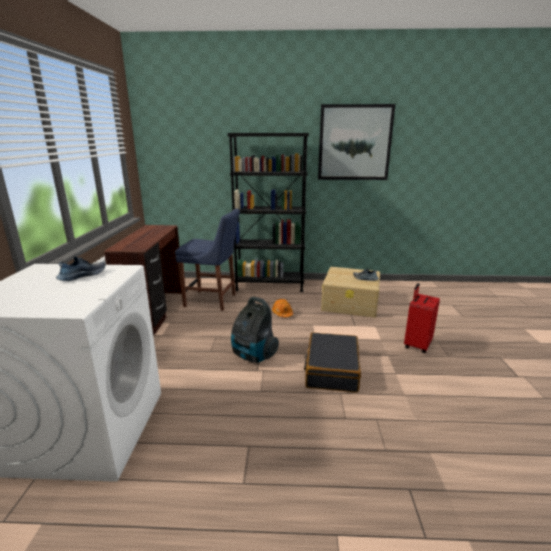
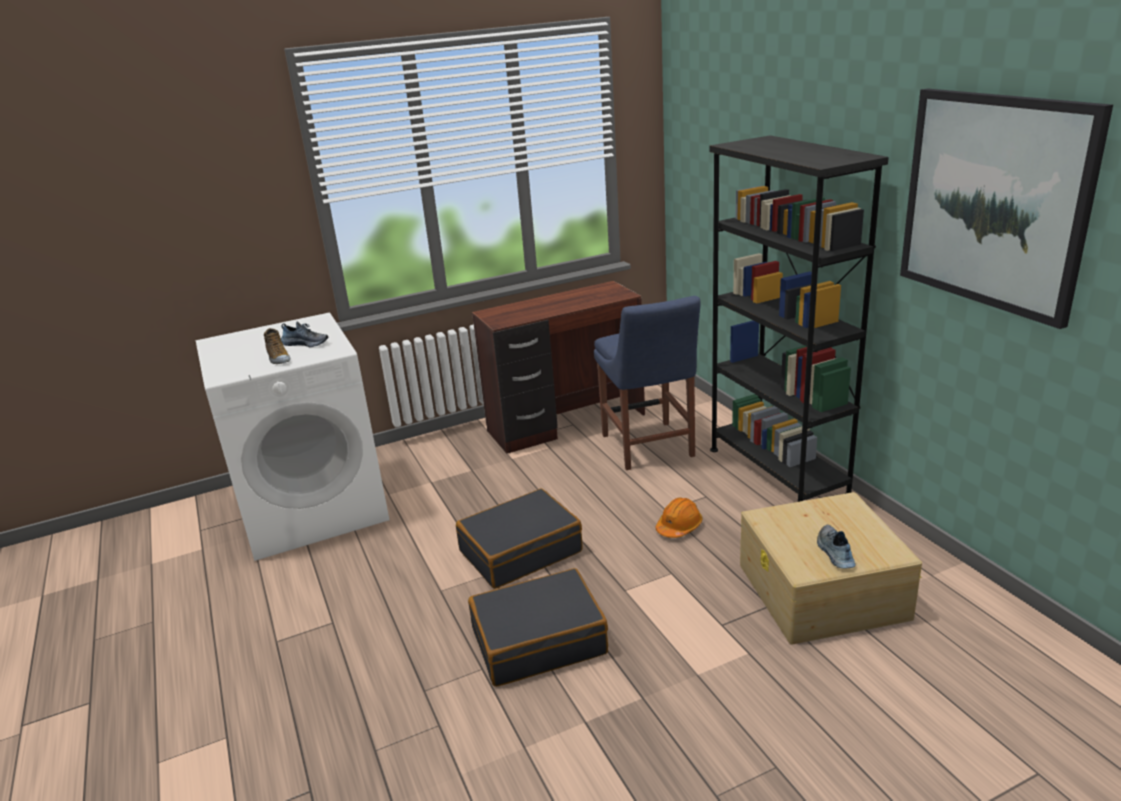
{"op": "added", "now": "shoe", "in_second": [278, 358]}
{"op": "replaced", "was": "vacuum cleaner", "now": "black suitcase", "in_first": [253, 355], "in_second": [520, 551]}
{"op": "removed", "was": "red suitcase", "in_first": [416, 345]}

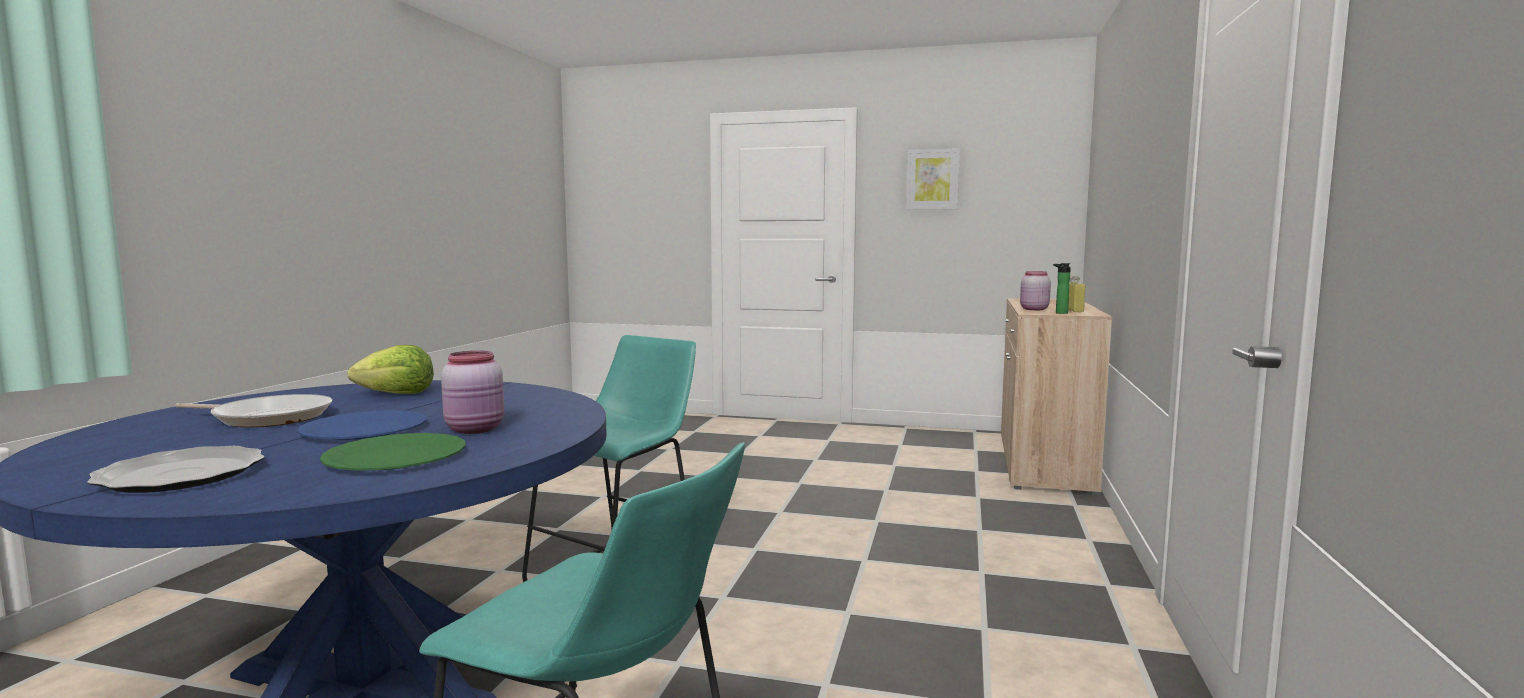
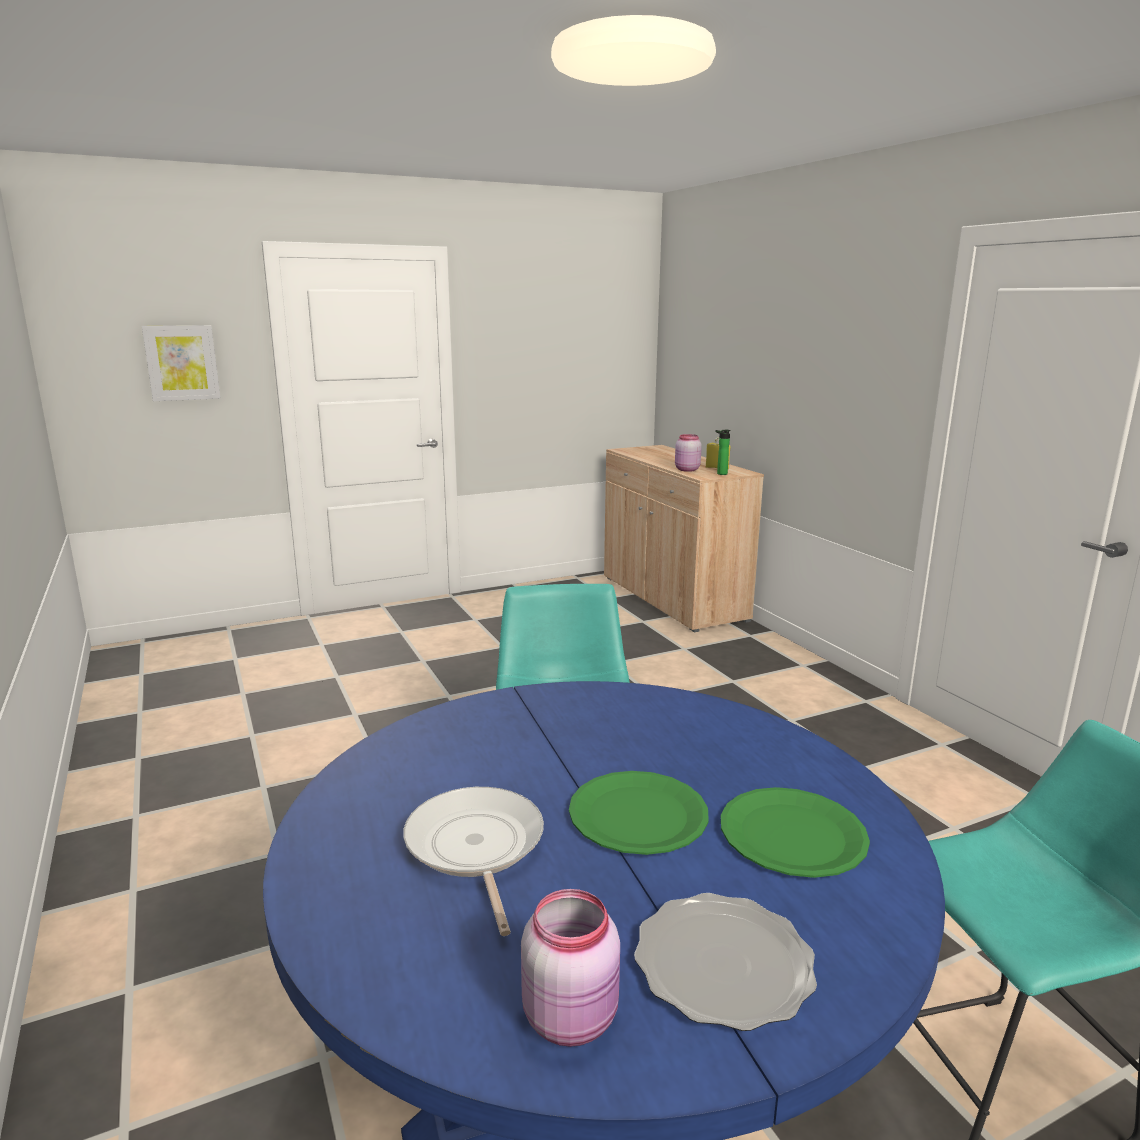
{"op": "moved", "was": "picture", "in_first": [932, 179], "in_second": [182, 363]}
{"op": "turned", "was": "frying pan", "in_first": [268, 418], "in_second": [475, 848], "clockwise": -75}
{"op": "moved", "was": "pink jar", "in_first": [476, 429], "in_second": [573, 1017]}
{"op": "recoloured", "was": "blue plate", "now": "green plate", "in_first": [364, 429], "in_second": [637, 815]}
{"op": "removed", "was": "lettuce", "in_first": [397, 394]}

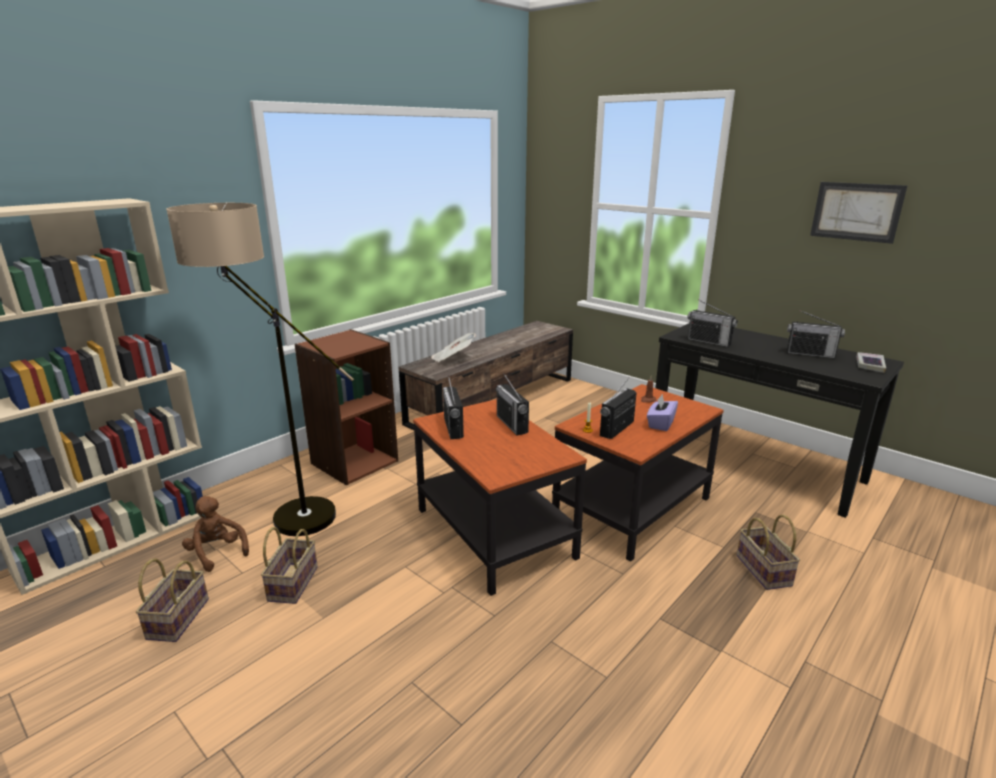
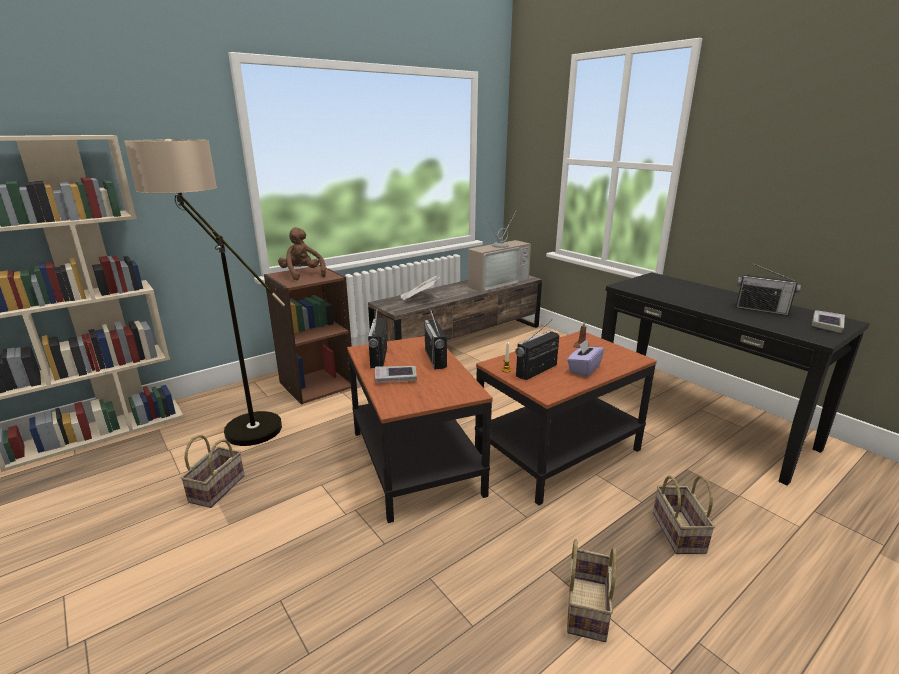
{"op": "moved", "was": "brown plush toy", "in_first": [217, 552], "in_second": [302, 275]}
{"op": "added", "now": "book", "in_second": [395, 378]}
{"op": "added", "now": "television", "in_second": [496, 283]}
{"op": "moved", "was": "basket", "in_first": [178, 617], "in_second": [585, 606]}
{"op": "removed", "was": "radio", "in_first": [709, 342]}
{"op": "removed", "was": "picture", "in_first": [856, 211]}

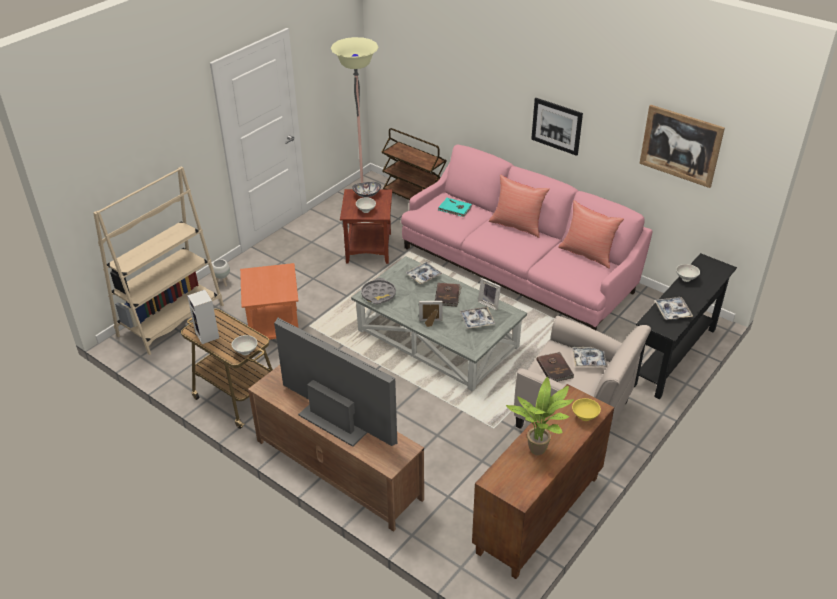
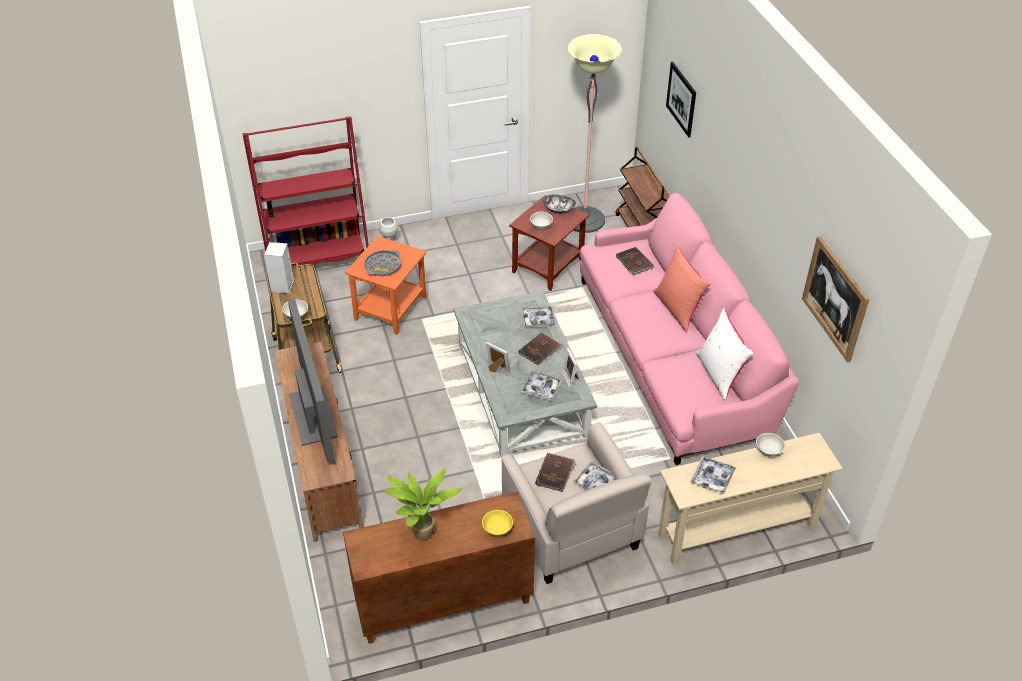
{"op": "recoloured", "was": "beige bookcase", "now": "red bookcase", "in_first": [171, 320], "in_second": [318, 258]}
{"op": "moved", "was": "grey tray", "in_first": [378, 294], "in_second": [383, 266]}
{"op": "recoloured", "was": "turquoise book", "now": "brown book", "in_first": [455, 209], "in_second": [634, 263]}
{"op": "recoloured", "was": "black console table", "now": "beige console table", "in_first": [674, 356], "in_second": [737, 531]}
{"op": "moved", "was": "picture", "in_first": [556, 126], "in_second": [681, 99]}
{"op": "recoloured", "was": "red pillow", "now": "white pillow", "in_first": [587, 254], "in_second": [719, 374]}

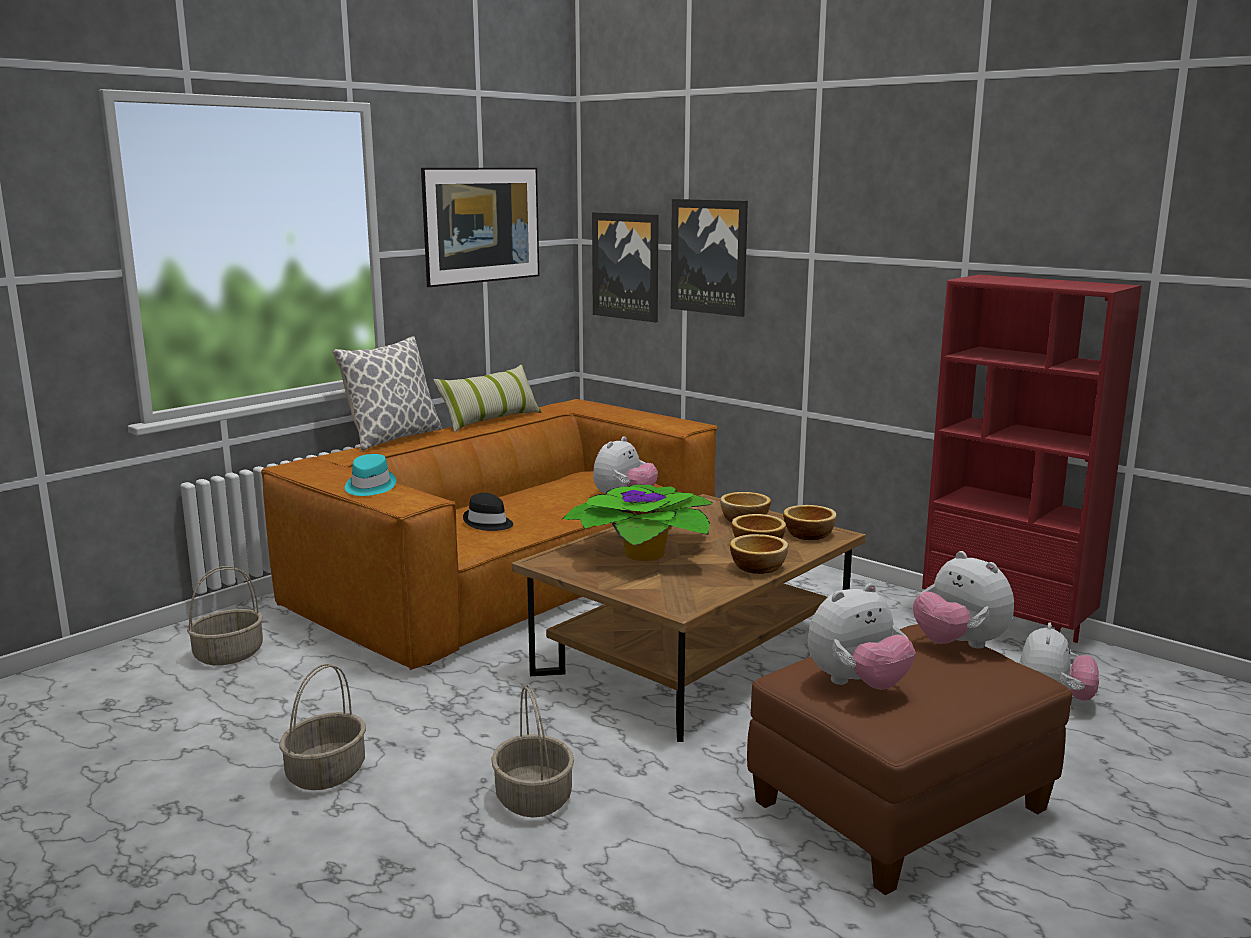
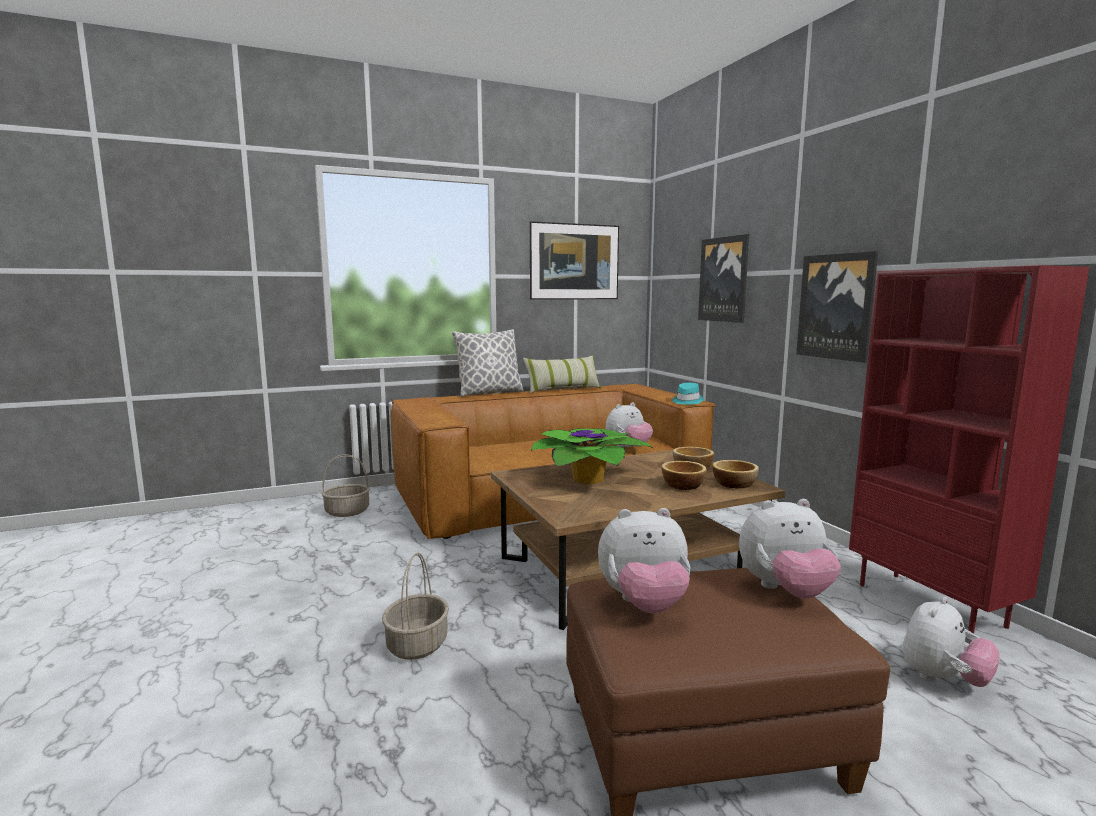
{"op": "moved", "was": "turquoise hat", "in_first": [369, 487], "in_second": [686, 401]}
{"op": "turned", "was": "plush toy", "in_first": [959, 645], "in_second": [785, 591], "clockwise": -90}
{"op": "moved", "was": "picture", "in_first": [626, 266], "in_second": [836, 306]}
{"op": "removed", "was": "basket", "in_first": [326, 772]}
{"op": "removed", "was": "black hat", "in_first": [488, 523]}
{"op": "removed", "was": "bowl", "in_first": [758, 567]}

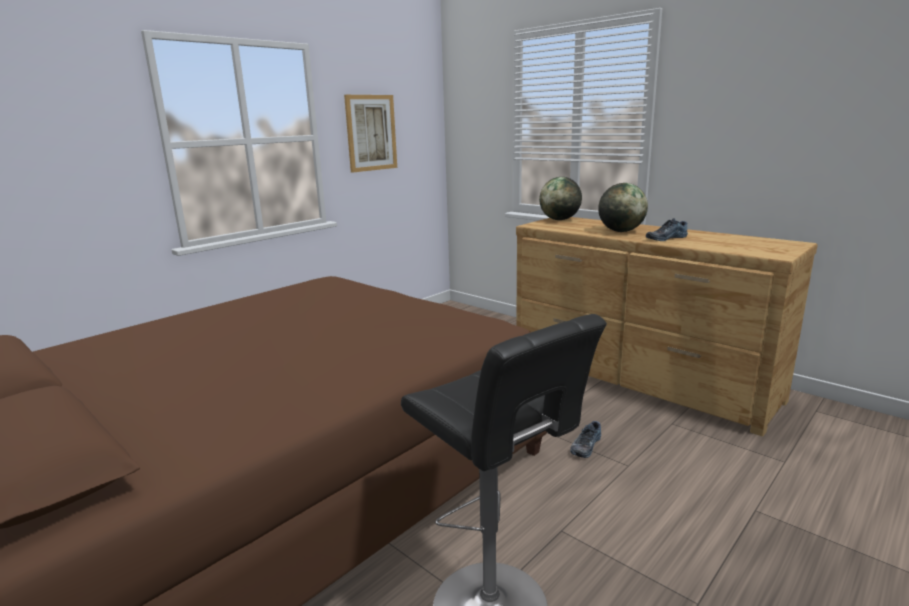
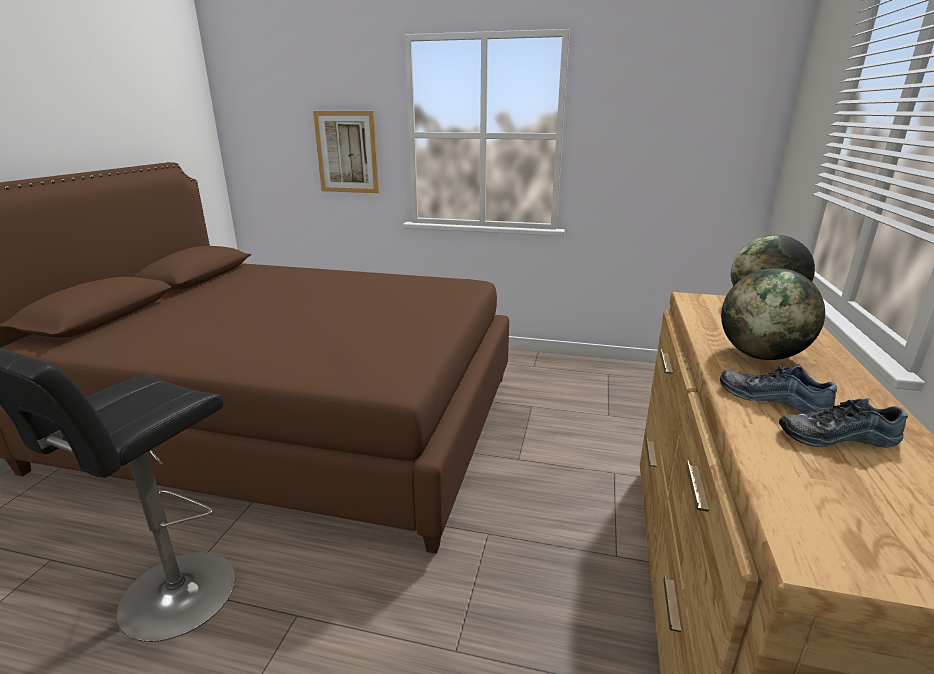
{"op": "moved", "was": "picture", "in_first": [371, 133], "in_second": [347, 152]}
{"op": "moved", "was": "shoe", "in_first": [585, 446], "in_second": [835, 435]}

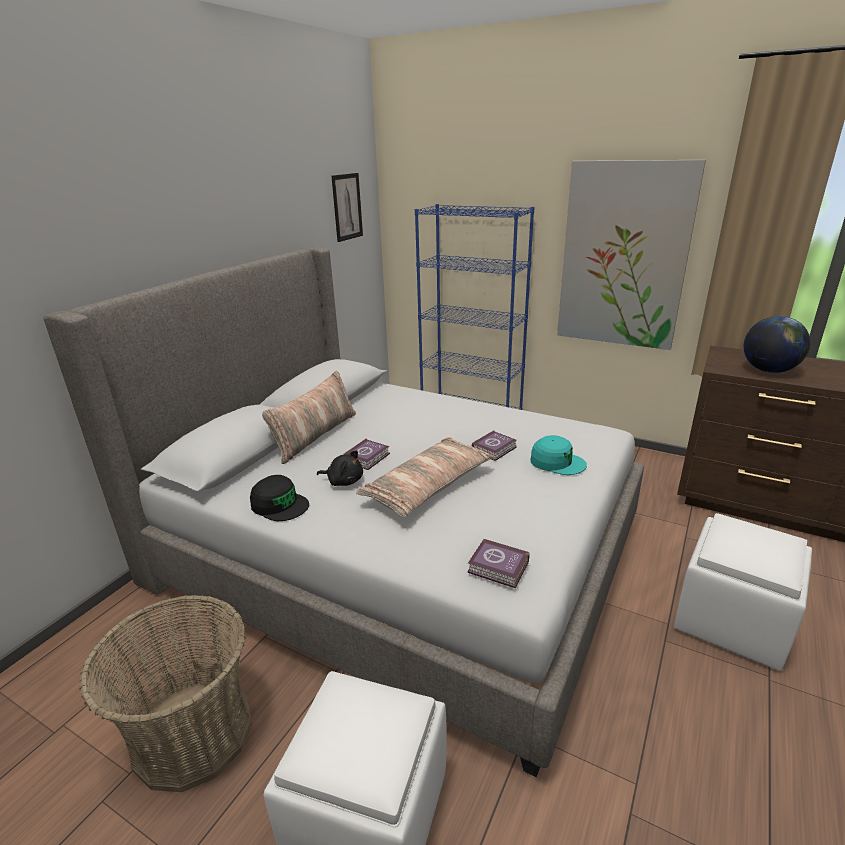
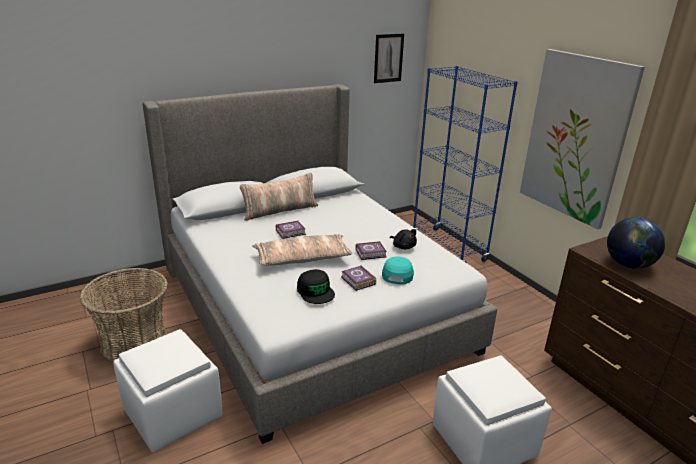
{"op": "moved", "was": "black cap", "in_first": [279, 504], "in_second": [315, 291]}
{"op": "moved", "was": "book", "in_first": [499, 568], "in_second": [358, 281]}
{"op": "turned", "was": "turquoise cap", "in_first": [557, 462], "in_second": [397, 274], "clockwise": -135}
{"op": "moved", "was": "black plush toy", "in_first": [344, 481], "in_second": [403, 246]}

